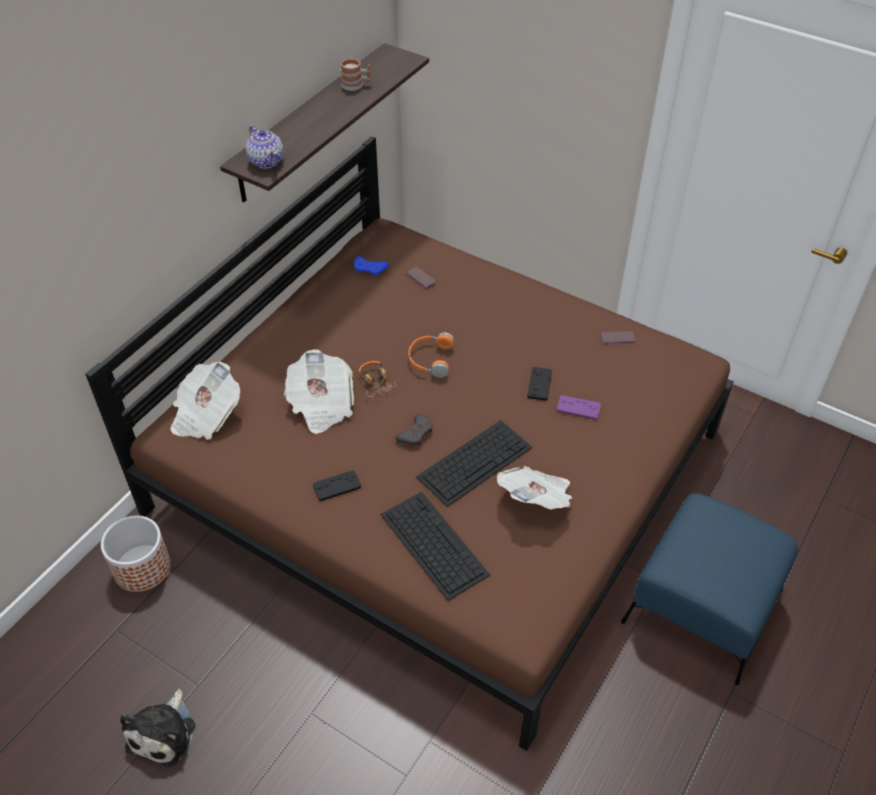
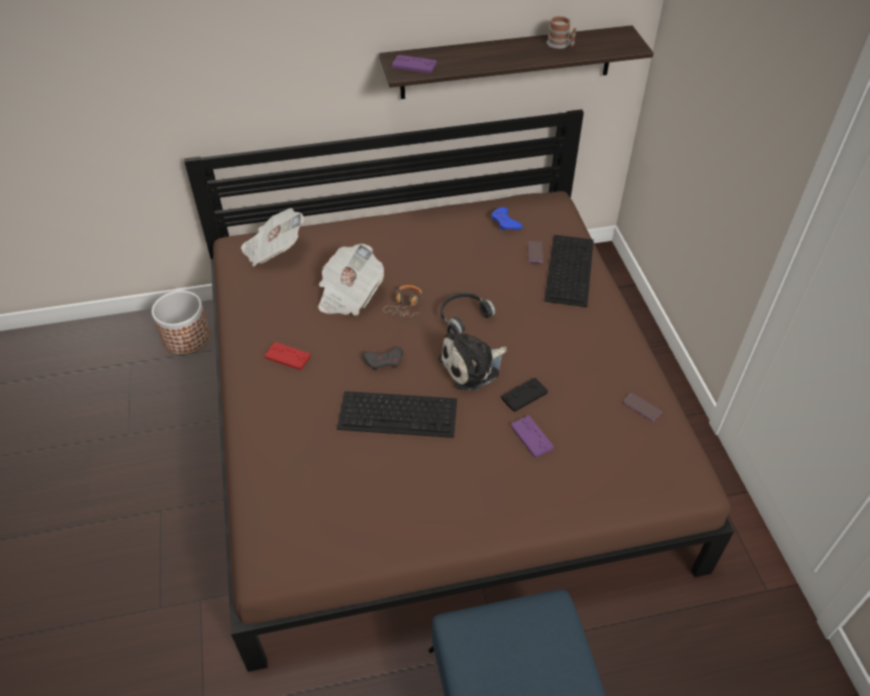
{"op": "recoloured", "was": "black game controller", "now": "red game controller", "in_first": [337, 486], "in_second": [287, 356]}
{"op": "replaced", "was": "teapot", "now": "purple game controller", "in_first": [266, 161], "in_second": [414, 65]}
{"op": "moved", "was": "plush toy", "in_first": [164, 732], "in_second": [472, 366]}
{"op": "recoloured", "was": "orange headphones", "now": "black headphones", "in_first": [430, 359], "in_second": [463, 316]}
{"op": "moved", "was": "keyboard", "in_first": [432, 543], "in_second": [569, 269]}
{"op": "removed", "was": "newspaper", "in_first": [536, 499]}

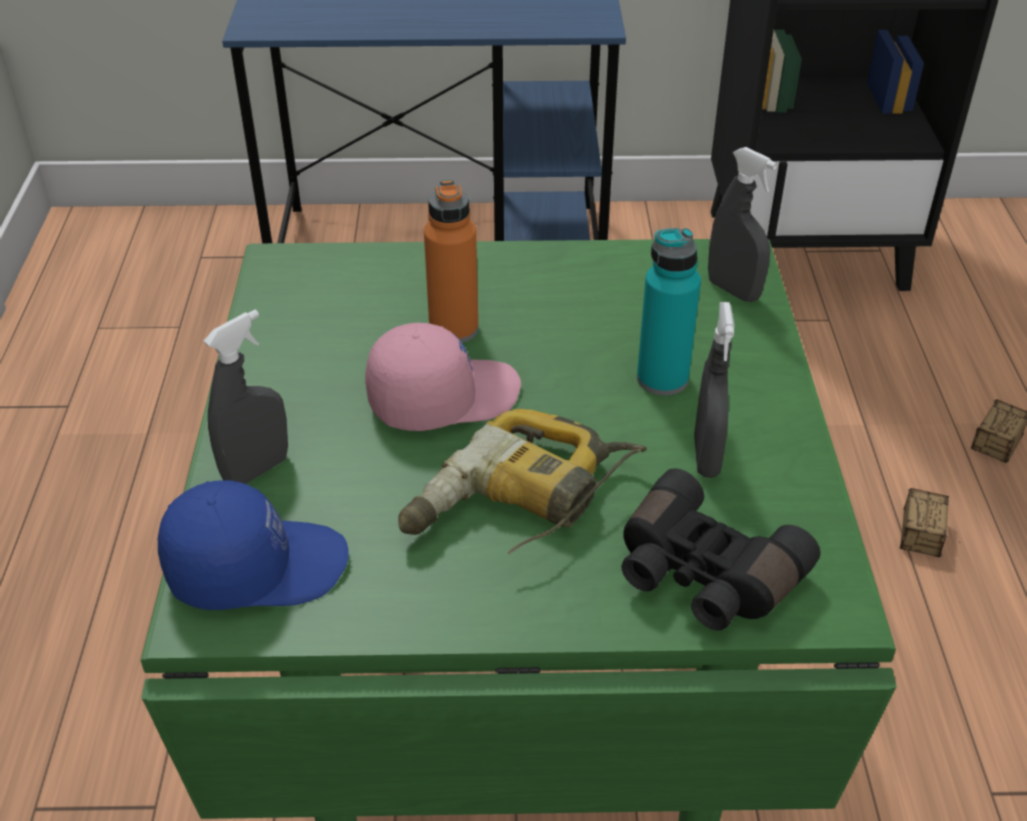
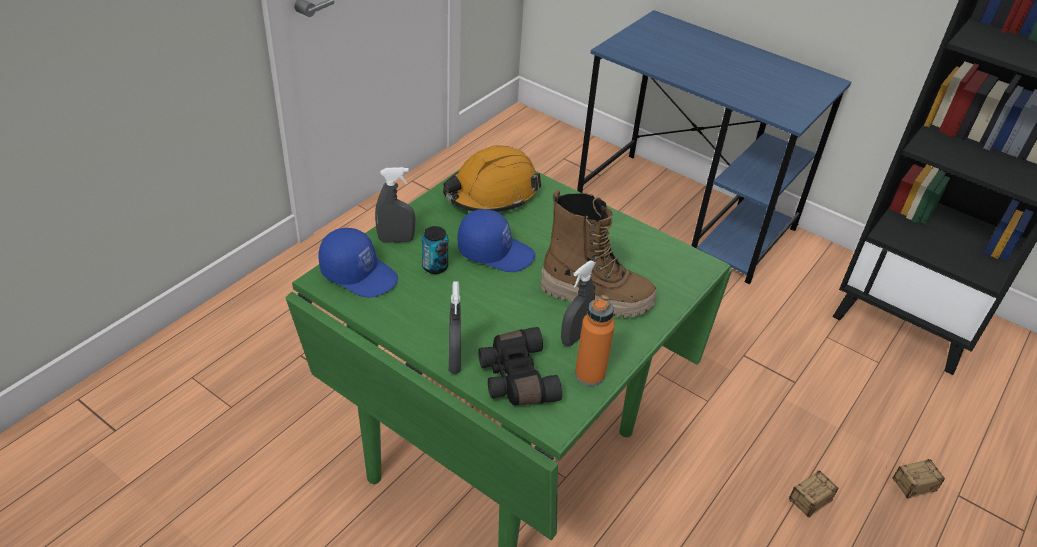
{"op": "added", "now": "can", "in_second": [435, 267]}
{"op": "added", "now": "orange hard hat", "in_second": [491, 193]}
{"op": "moved", "was": "grey spray bottle", "in_first": [733, 290], "in_second": [454, 361]}
{"op": "recoloured", "was": "pink cap", "now": "blue cap", "in_first": [443, 396], "in_second": [495, 252]}
{"op": "replaced", "was": "turquoise bottle", "now": "boot", "in_first": [662, 379], "in_second": [596, 296]}
{"op": "moved", "was": "orange bottle", "in_first": [454, 329], "in_second": [589, 374]}
{"op": "removed", "was": "power drill", "in_first": [520, 504]}

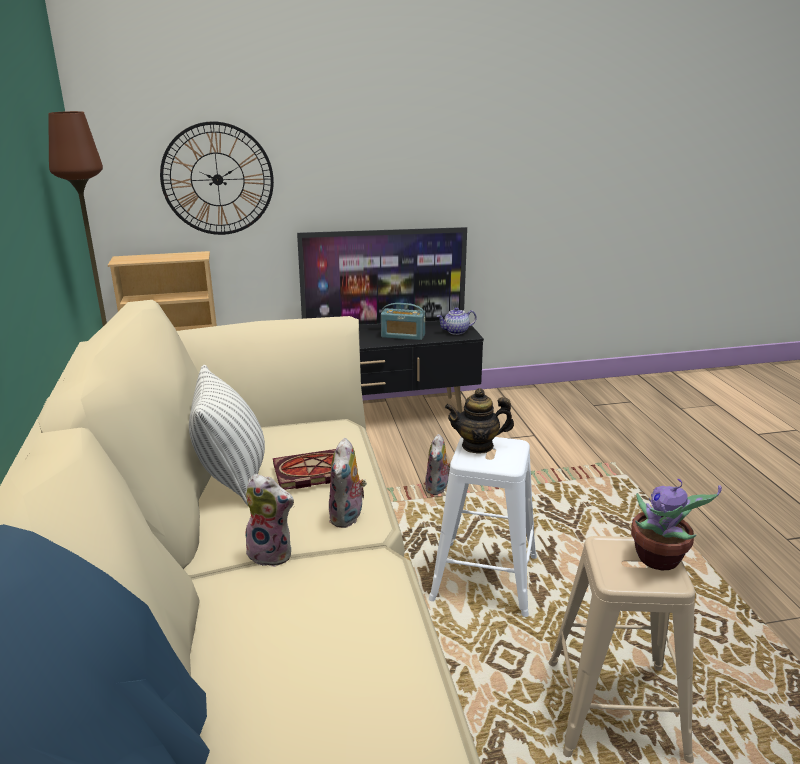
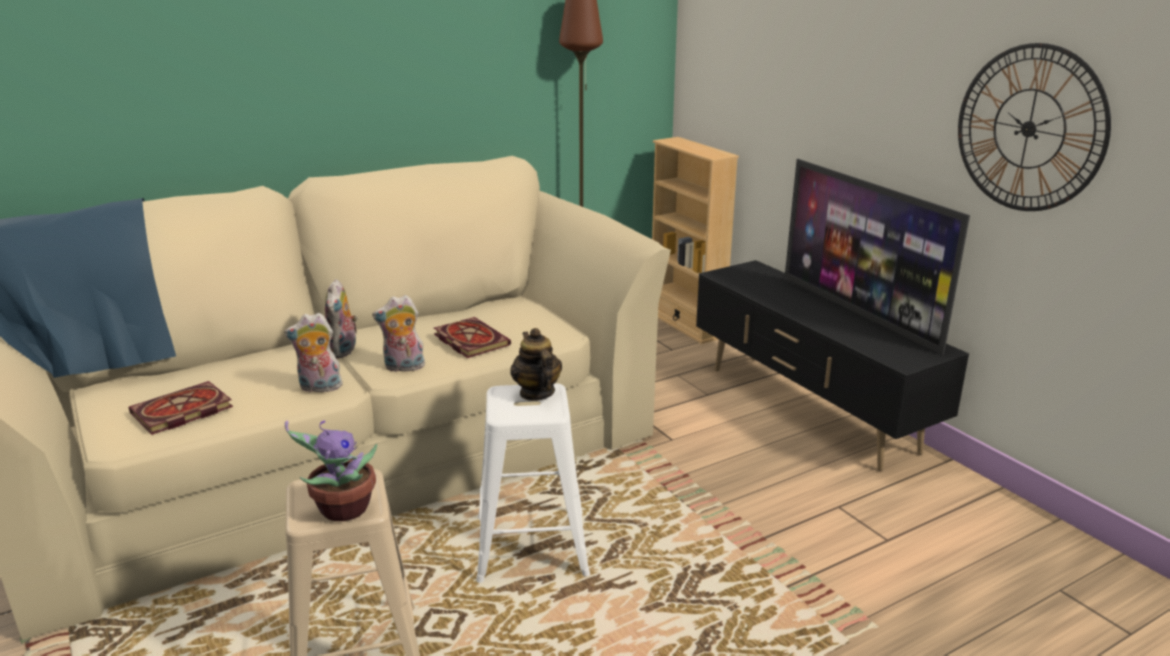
{"op": "added", "now": "book", "in_second": [180, 412]}
{"op": "moved", "was": "plush toy", "in_first": [438, 488], "in_second": [319, 388]}
{"op": "moved", "was": "wall clock", "in_first": [217, 179], "in_second": [1029, 129]}
{"op": "removed", "was": "pillow", "in_first": [233, 477]}
{"op": "removed", "was": "radio", "in_first": [403, 336]}
{"op": "removed", "was": "teapot", "in_first": [456, 332]}

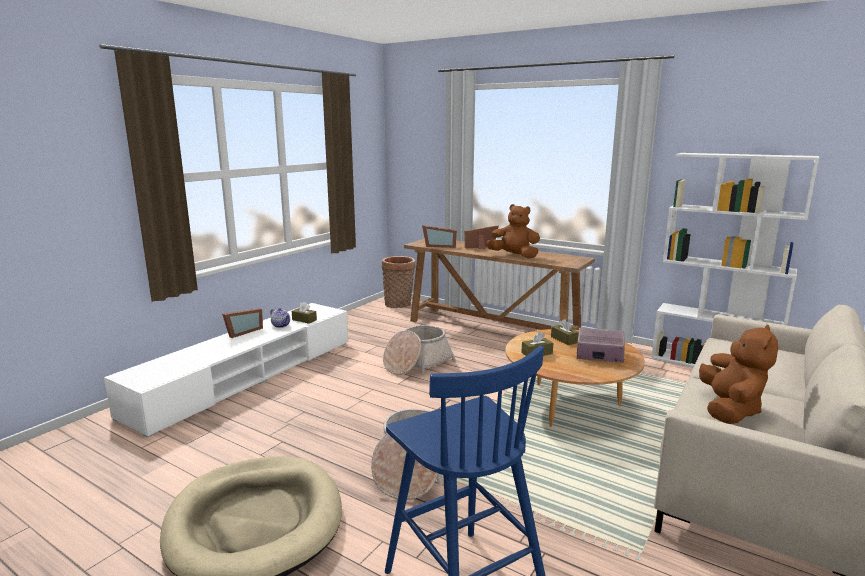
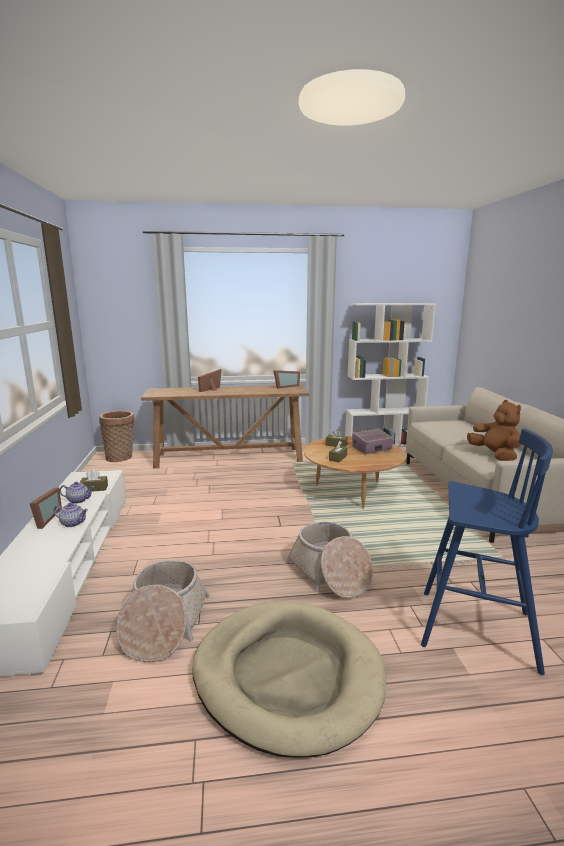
{"op": "added", "now": "teapot", "in_second": [73, 523]}
{"op": "moved", "was": "basket", "in_first": [417, 364], "in_second": [164, 624]}
{"op": "moved", "was": "picture frame", "in_first": [439, 246], "in_second": [285, 386]}
{"op": "removed", "was": "brown plush toy", "in_first": [514, 256]}

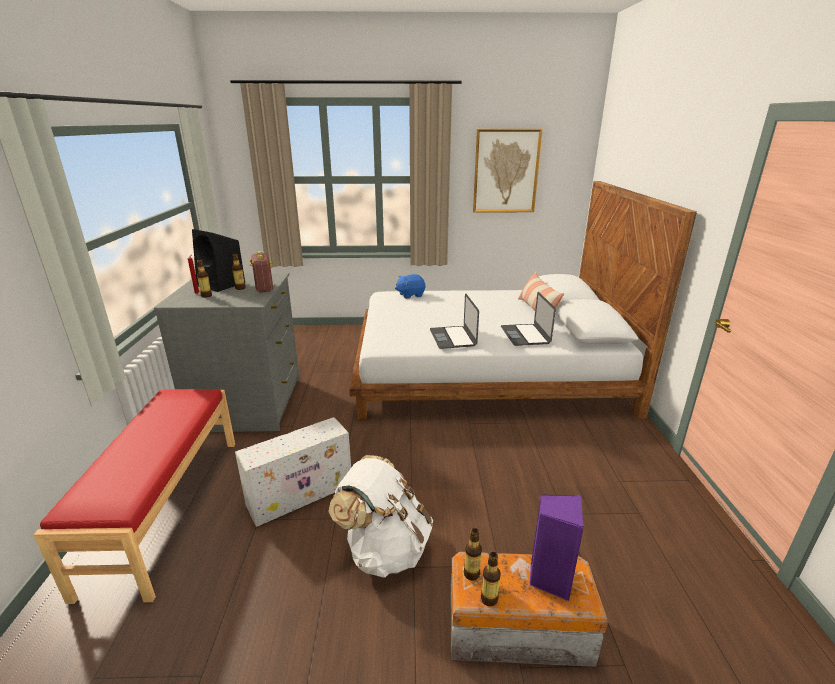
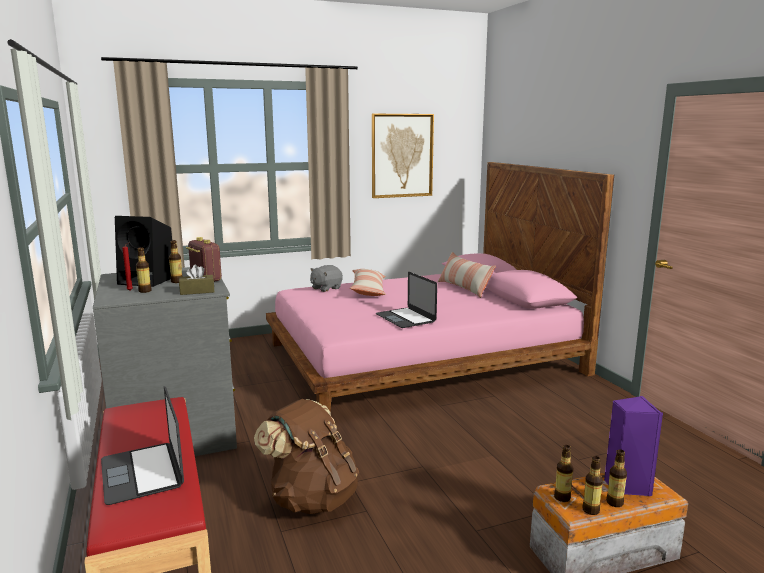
{"op": "moved", "was": "laptop", "in_first": [525, 335], "in_second": [142, 472]}
{"op": "added", "now": "brown tissue box", "in_second": [197, 291]}
{"op": "replaced", "was": "white storage box", "now": "brown backpack", "in_first": [302, 494], "in_second": [312, 498]}
{"op": "recoloured", "was": "white bed", "now": "pink bed", "in_first": [484, 369], "in_second": [420, 358]}
{"op": "recoloured", "was": "blue plush toy", "now": "grey plush toy", "in_first": [410, 295], "in_second": [326, 288]}
{"op": "added", "now": "pillow", "in_second": [368, 290]}
{"op": "added", "now": "bottle", "in_second": [614, 502]}
{"op": "removed", "was": "white backpack", "in_first": [385, 549]}

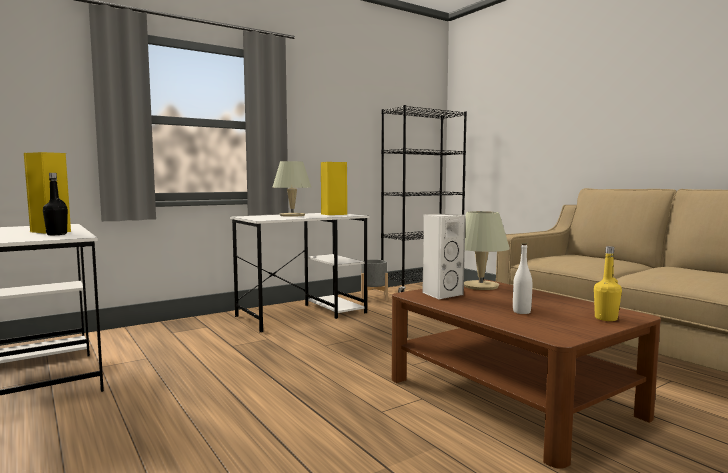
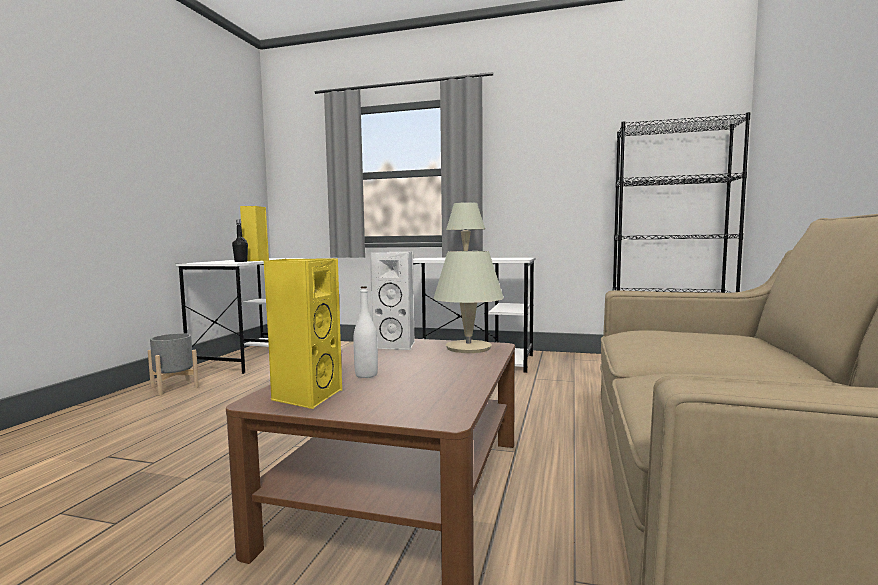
{"op": "moved", "was": "grey planter", "in_first": [374, 298], "in_second": [174, 387]}
{"op": "moved", "was": "yellow speaker", "in_first": [333, 214], "in_second": [306, 396]}
{"op": "removed", "was": "yellow bottle", "in_first": [606, 318]}

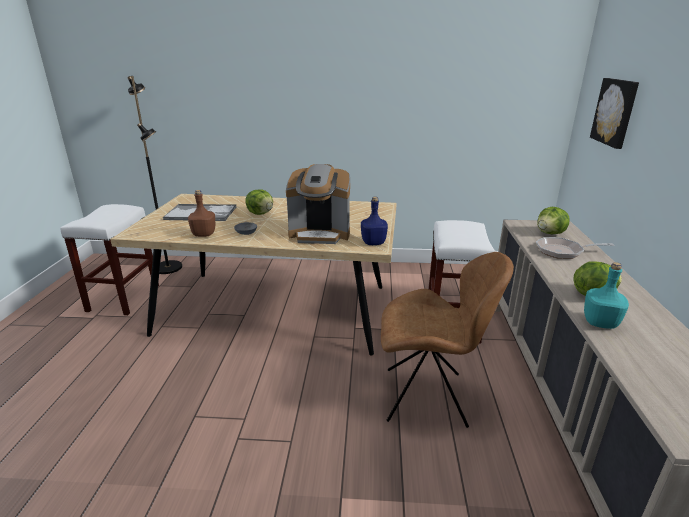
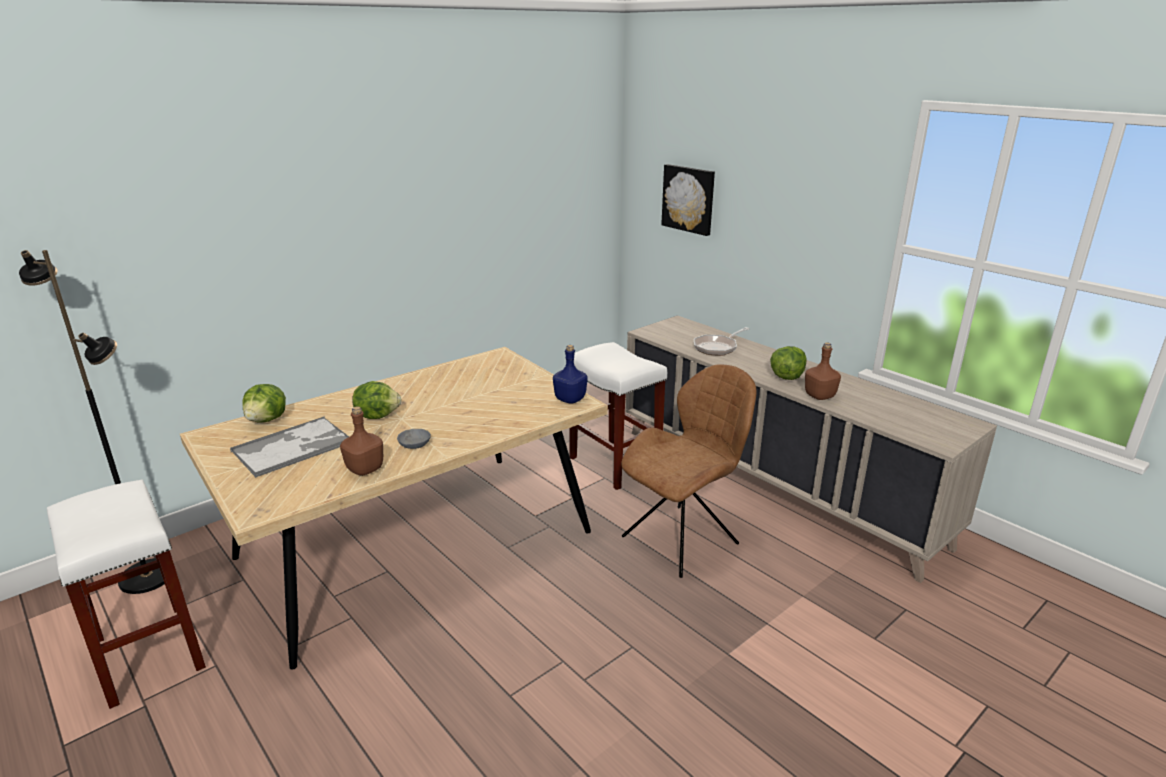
{"op": "moved", "was": "lettuce", "in_first": [550, 233], "in_second": [267, 420]}
{"op": "recoloured", "was": "turquoise bottle", "now": "brown bottle", "in_first": [600, 323], "in_second": [820, 396]}
{"op": "removed", "was": "coffee machine", "in_first": [320, 234]}

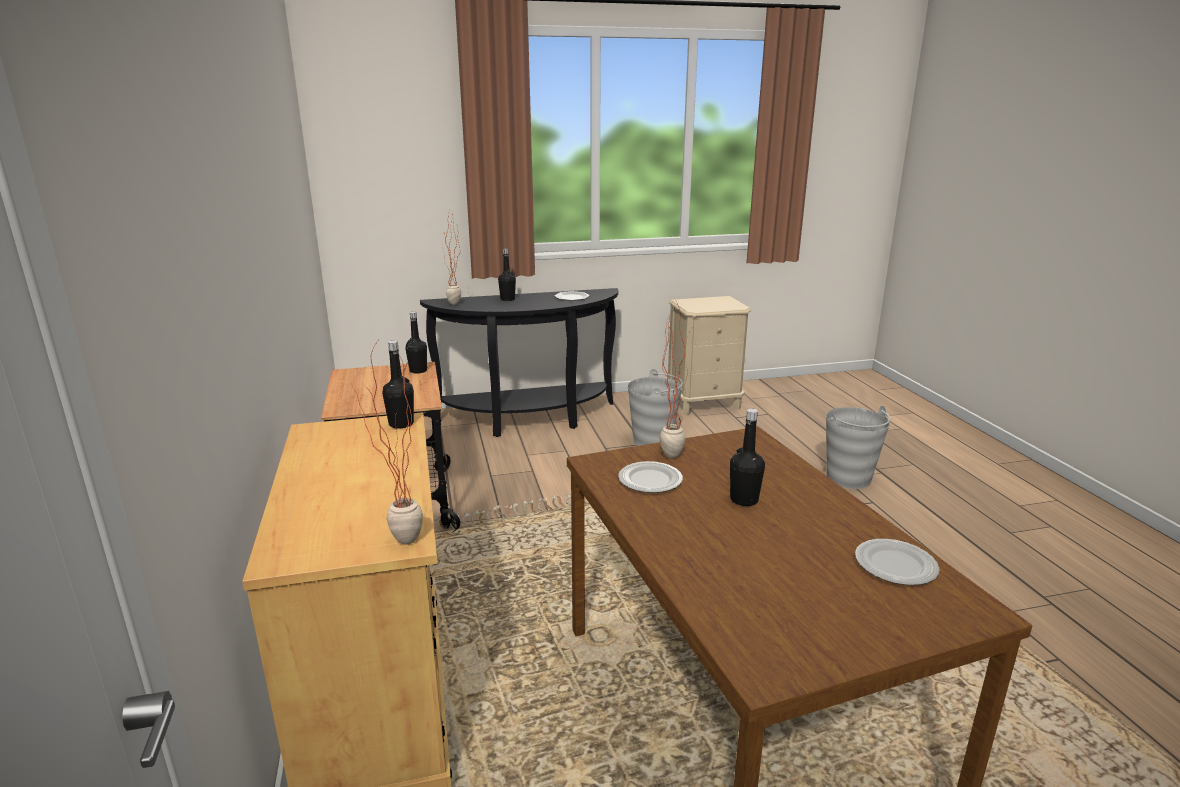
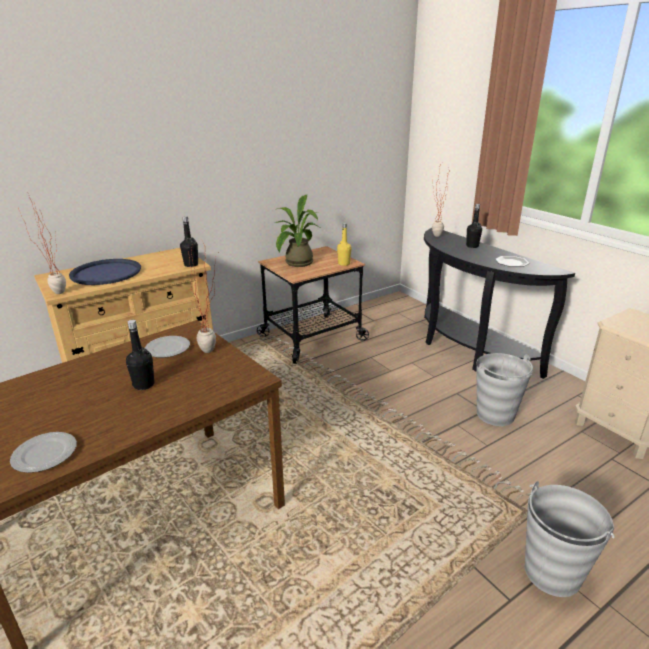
{"op": "added", "now": "blue tray", "in_second": [106, 273]}
{"op": "added", "now": "potted plant", "in_second": [296, 264]}
{"op": "recoloured", "was": "black bottle", "now": "yellow bottle", "in_first": [418, 371], "in_second": [344, 264]}

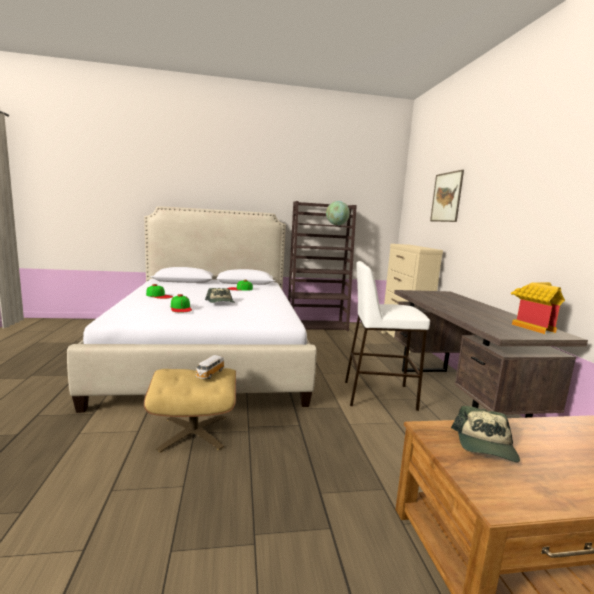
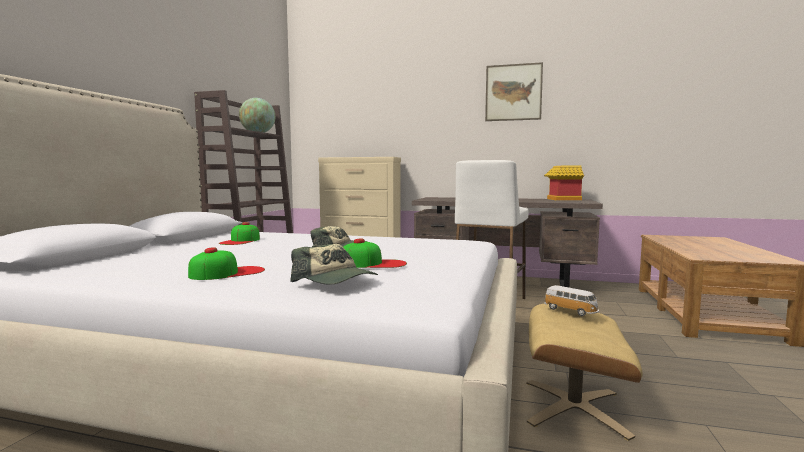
{"op": "moved", "was": "cap", "in_first": [485, 445], "in_second": [335, 280]}
{"op": "moved", "was": "picture", "in_first": [446, 197], "in_second": [513, 92]}

